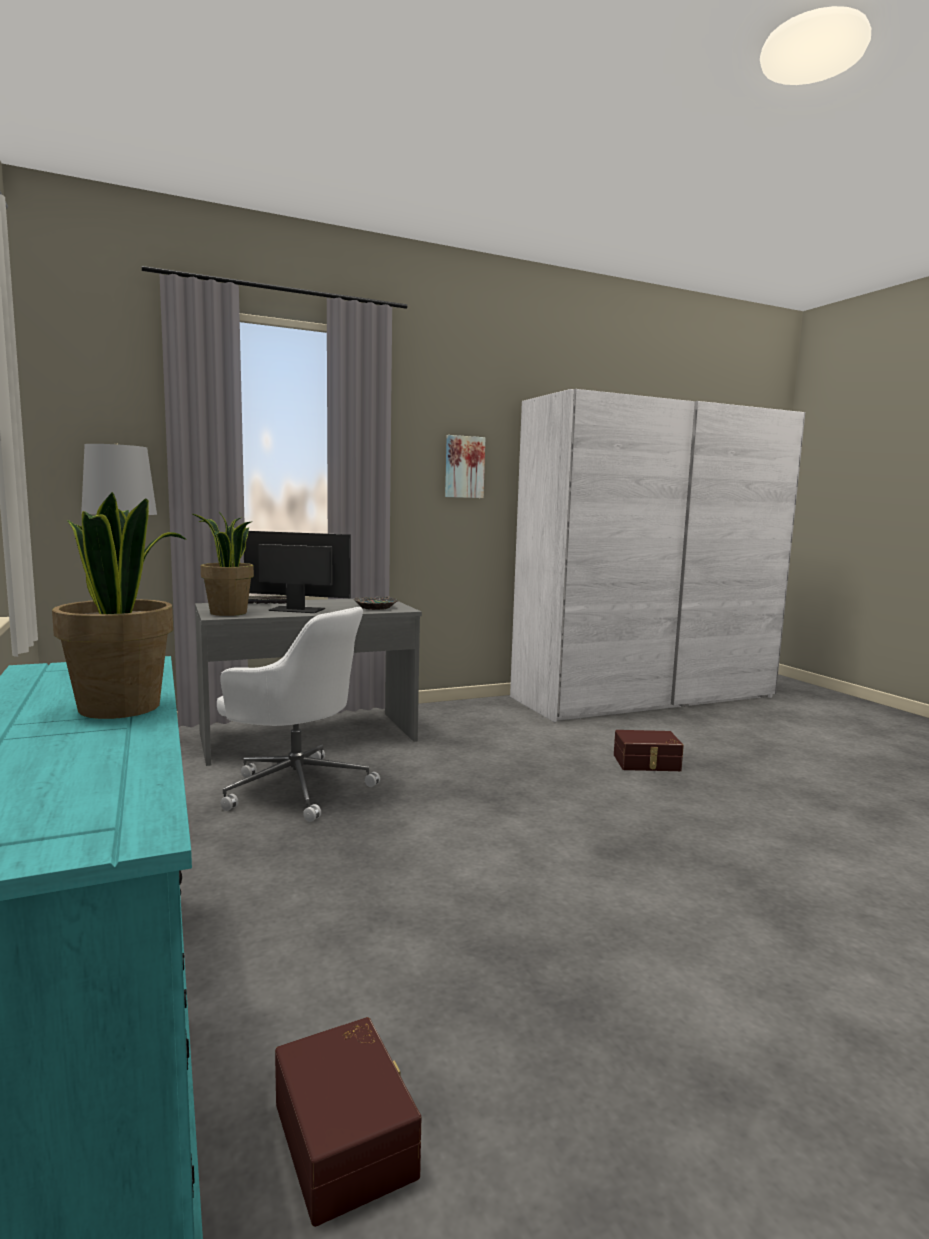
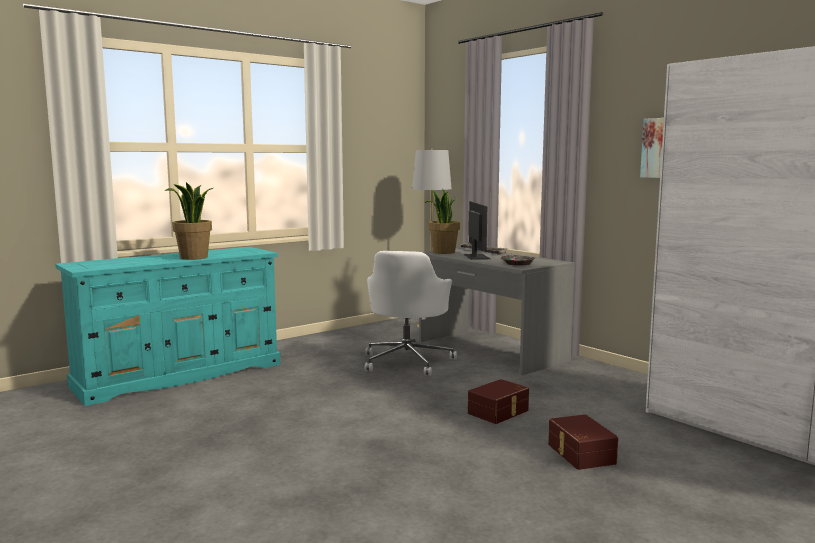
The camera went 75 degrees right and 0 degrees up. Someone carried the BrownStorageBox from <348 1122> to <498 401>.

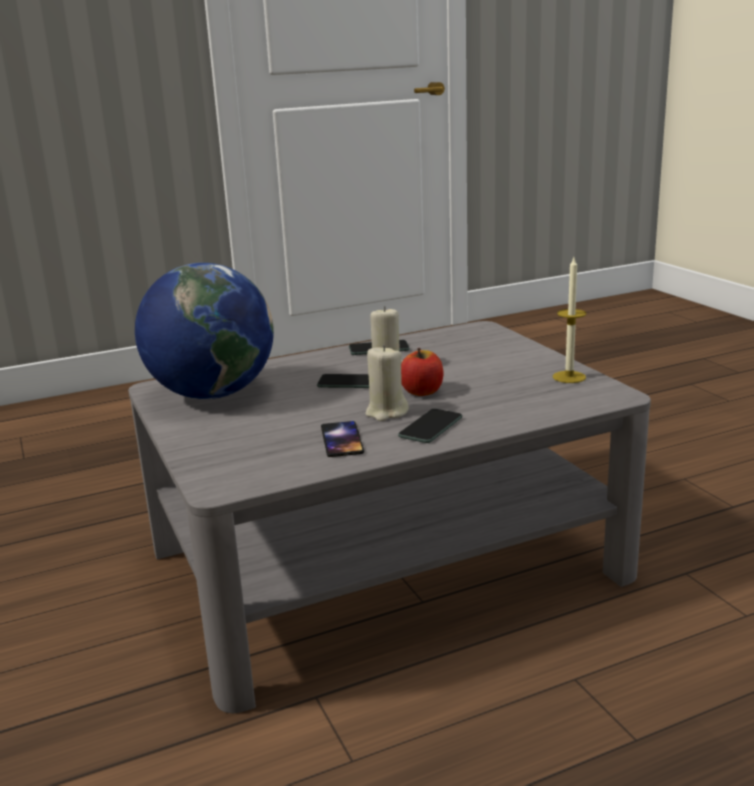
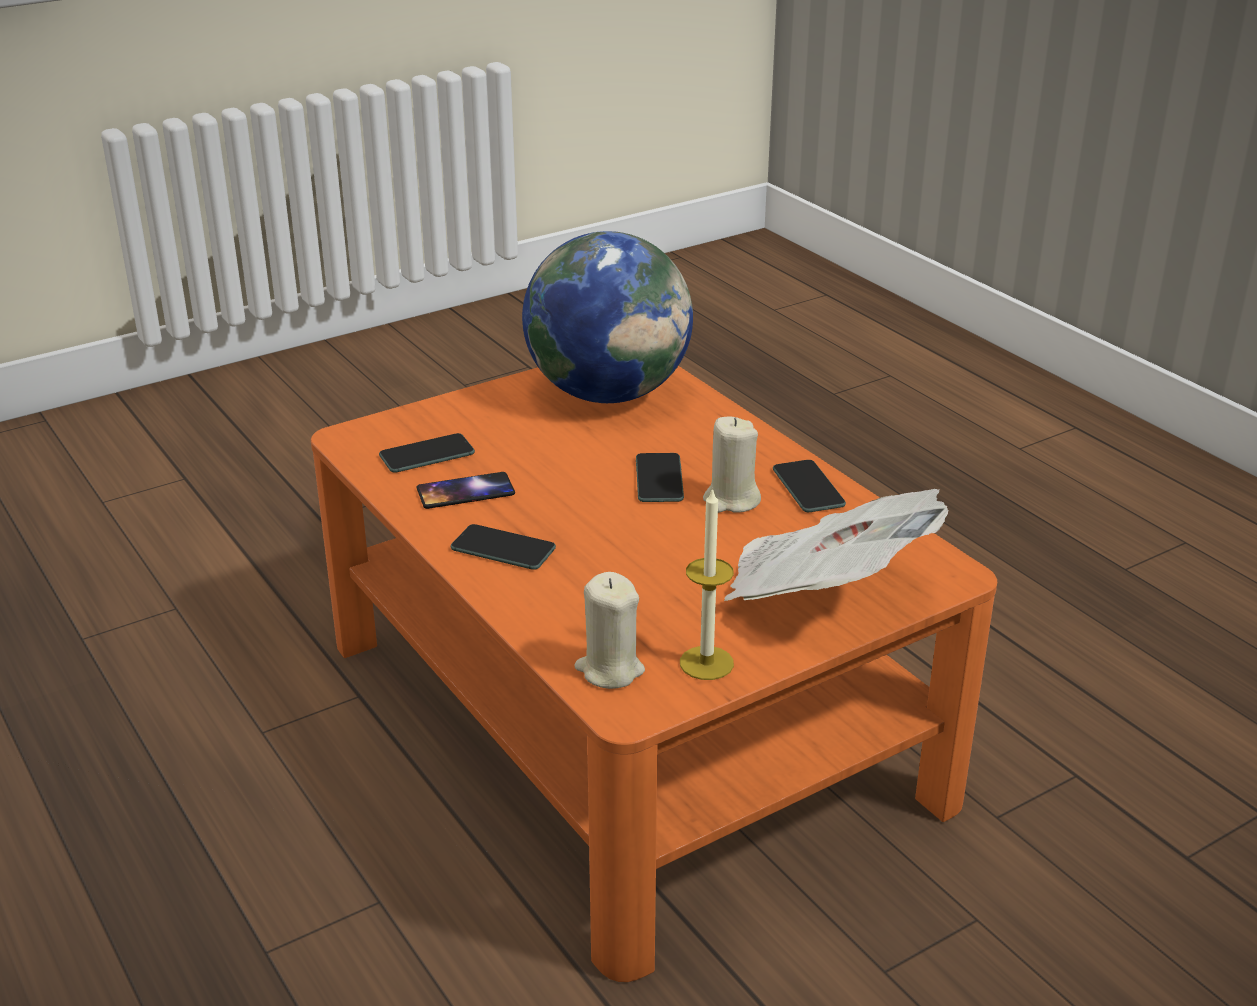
The camera went 80 degrees right and 10 degrees up. Someone repainted the GreyCoffeeTable at <389 517>, which became the OrangeCoffeeTable at <654 674>. Someone carried the BeigeCandle from <387 383> to <610 630>. Someone took away the Apple at <422 372>. Someone put down the Phone at <427 453>. Someone put down the Newspaper at <836 545>.

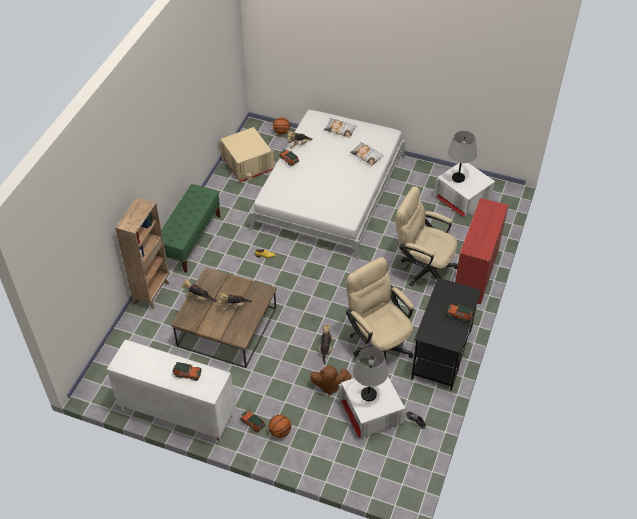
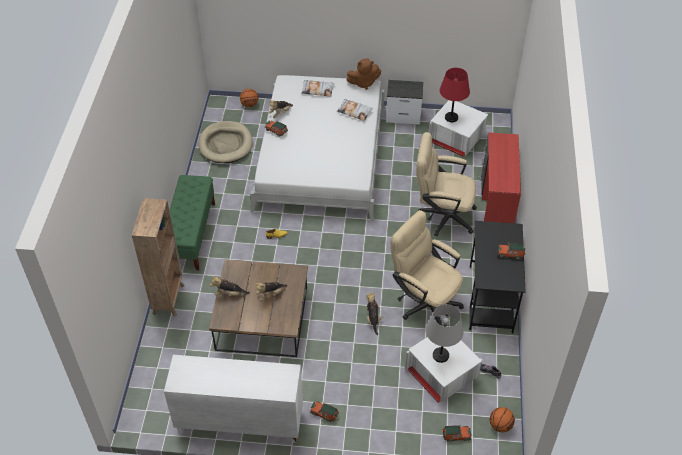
The camera went 15 degrees left and 0 degrees up. Someone carried the ToyCar from <187 371> to <457 434>. Someone swapped the BeigeStorageBox at <247 154> for the BeigeDogBed at <226 142>. Someone carried the Basketball from <280 426> to <502 419>. Someone carried the BrownPlushToy from <331 380> to <363 74>. Someone repainted the GreyTableLamp at <462 157>, which became the RedTableLamp at <455 95>. Someone put down the Nightstand at <404 102>.

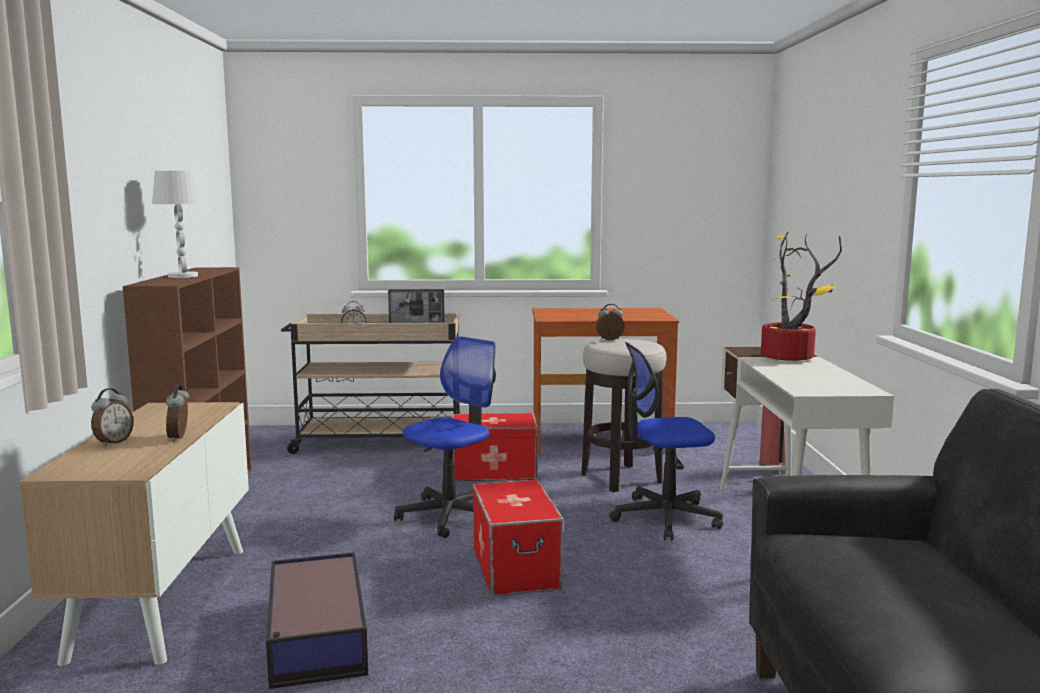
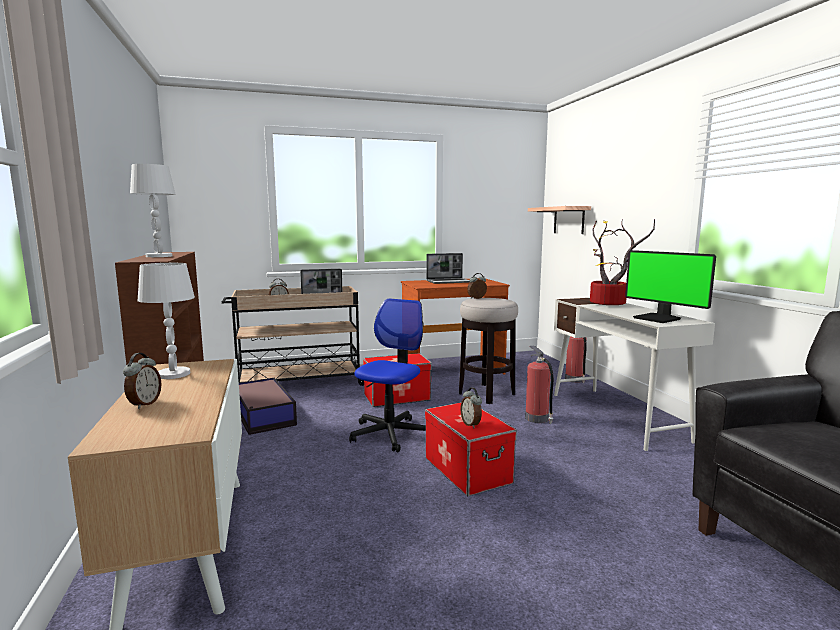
The camera went 15 degrees left and 0 degrees up. Someone carried the AlarmClock from <177 413> to <471 408>. Someone carried the StorageBox from <317 620> to <268 406>. Someone swapped the OfficeChair at <666 441> for the FireExtinguisher at <539 385>. Someone put down the WhiteTableLamp at <166 321>. Someone put down the Laptop at <448 268>. Someone put up the Shelf at <559 220>. Someone put down the Monitor at <670 286>.

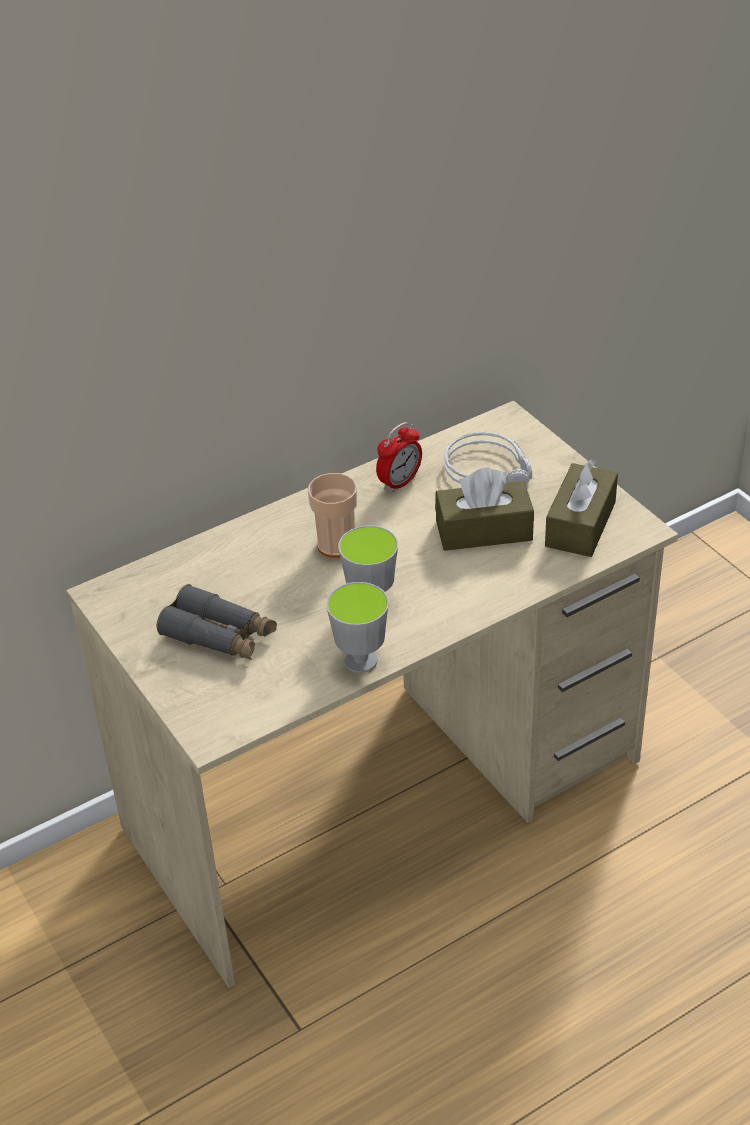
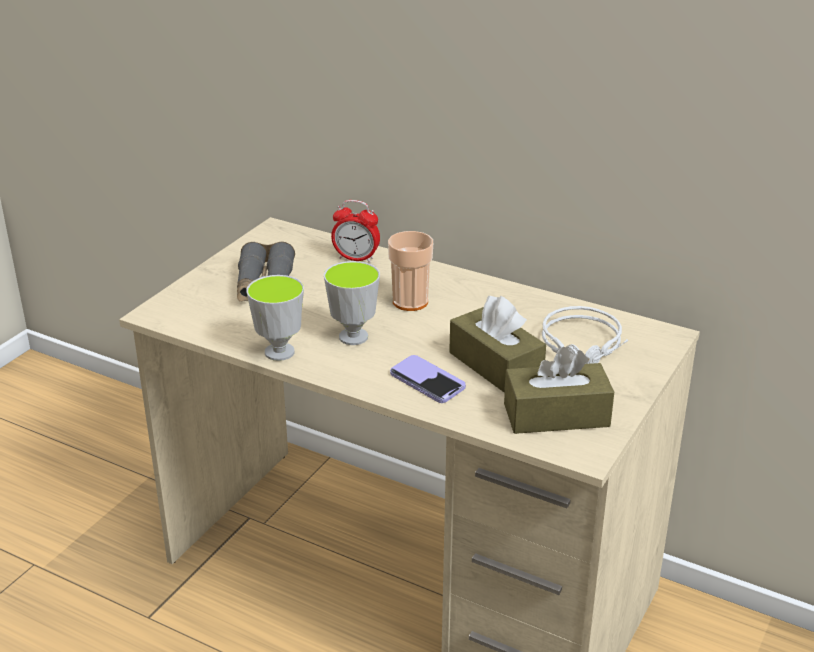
The camera went 60 degrees right and 10 degrees down. Someone carried the AlarmClock from <399 458> to <355 231>. Someone put down the Phone at <428 379>.

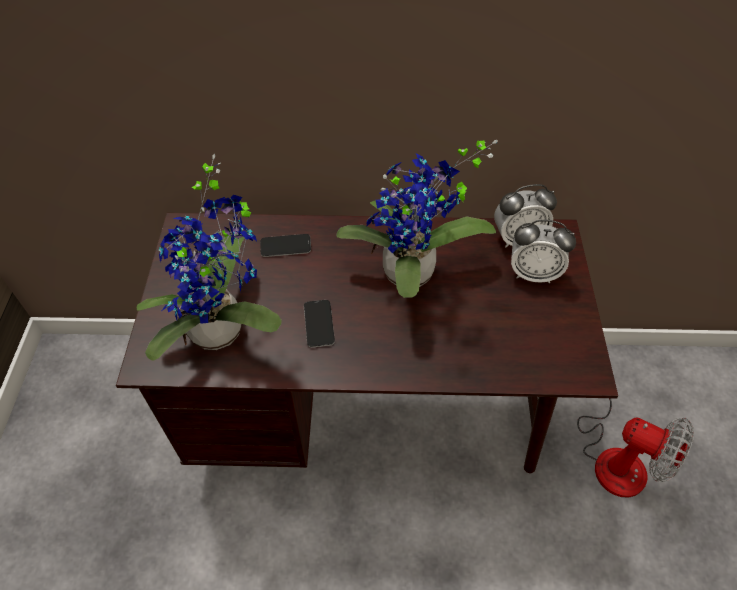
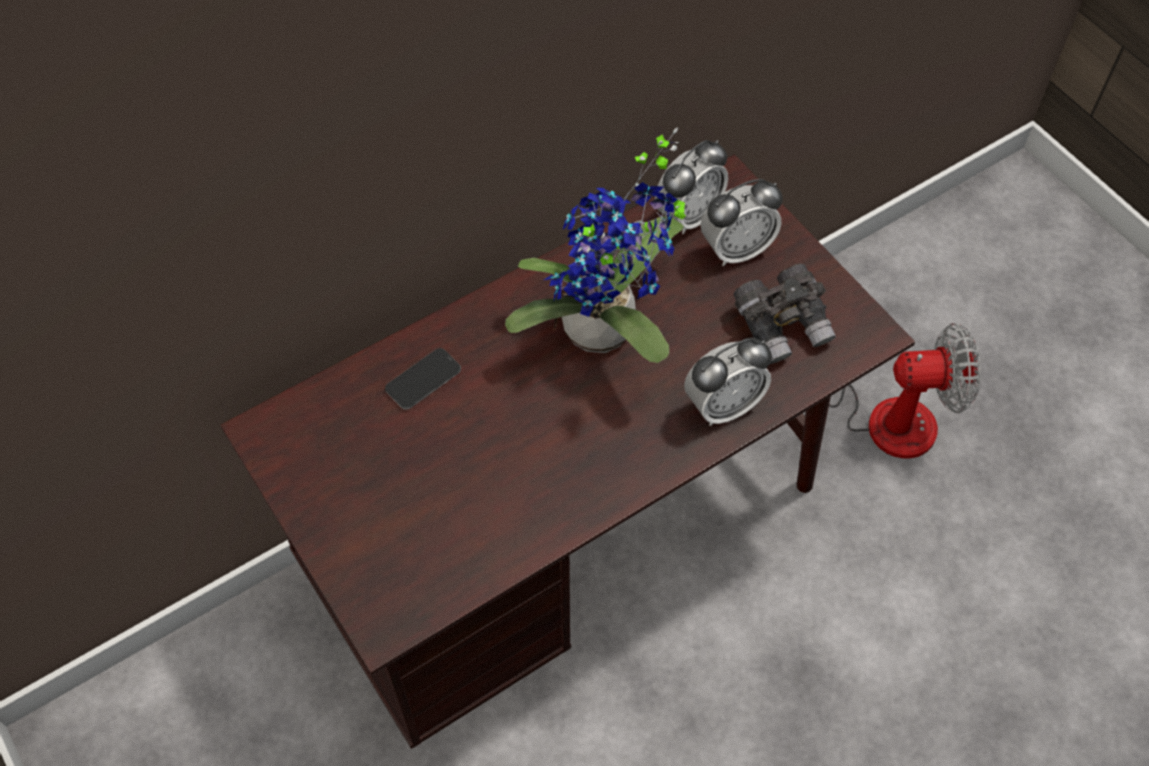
The camera went 35 degrees left and 5 degrees up. Someone took away the PottedPlant at <209 257>. Someone took away the Phone at <319 323>. Someone put down the AlarmClock at <728 382>. Someone put down the GreyBinoculars at <784 314>.

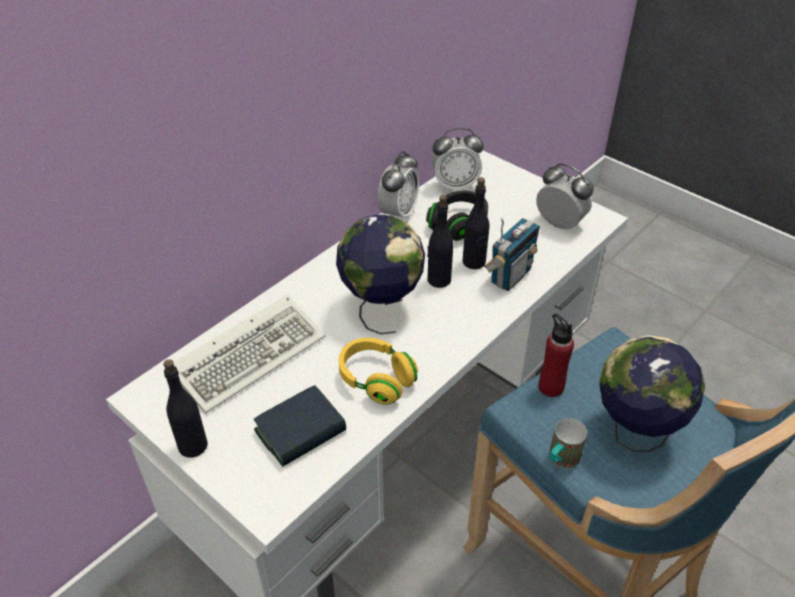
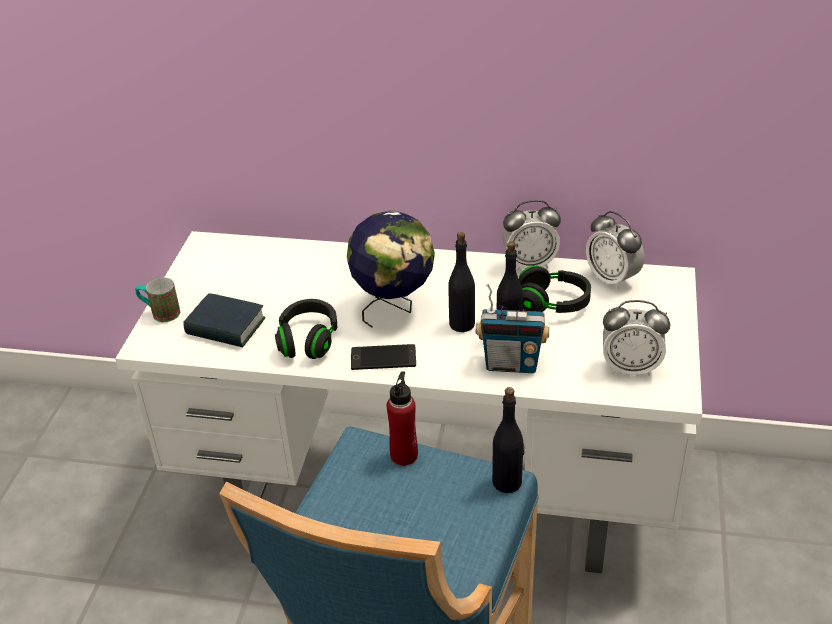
The camera went 60 degrees right and 5 degrees down. Someone carried the BlackBottle from <185 408> to <508 440>. Someone took away the Keyboard at <249 354>. Someone repainted the YellowHeadphones at <378 371>, which became the BlackHeadphones at <306 329>. Someone rotated the AlarmClock at <565 196> by 90 degrees clockwise. Someone carried the Mug from <568 443> to <157 299>. Someone took away the Globe at <652 393>. Someone put down the Phone at <383 357>.

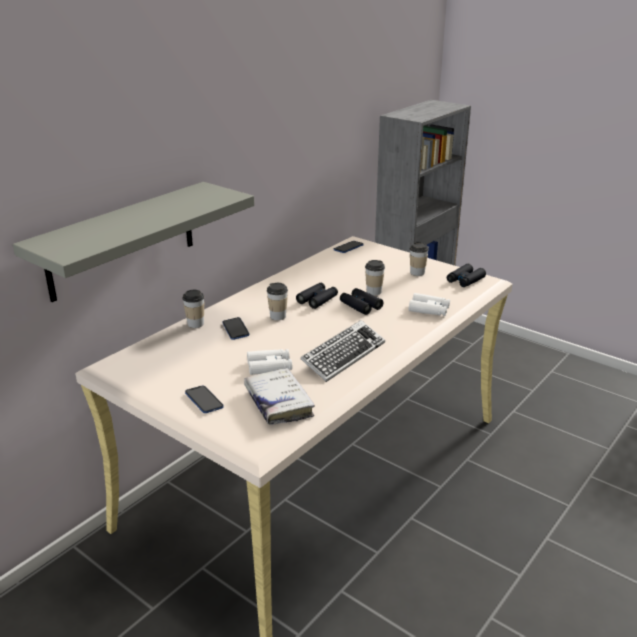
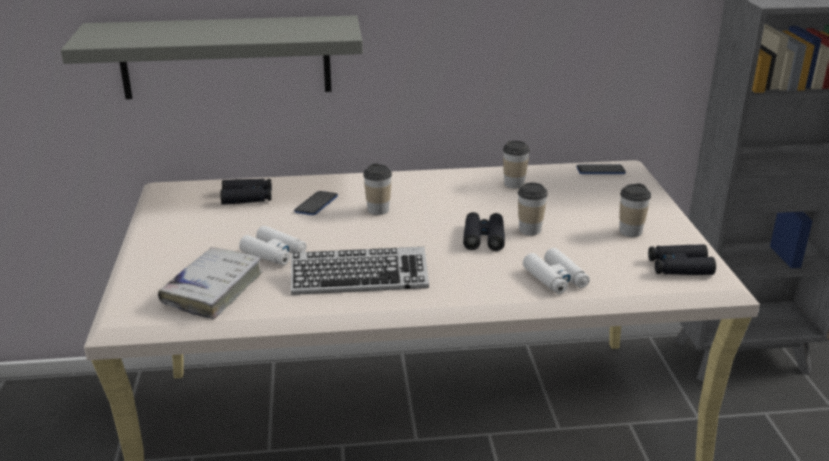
The camera went 45 degrees right and 0 degrees up. Someone carried the Cup from <193 309> to <516 164>. Someone took away the Phone at <204 399>. Someone carried the BlackBinoculars from <317 296> to <246 192>.

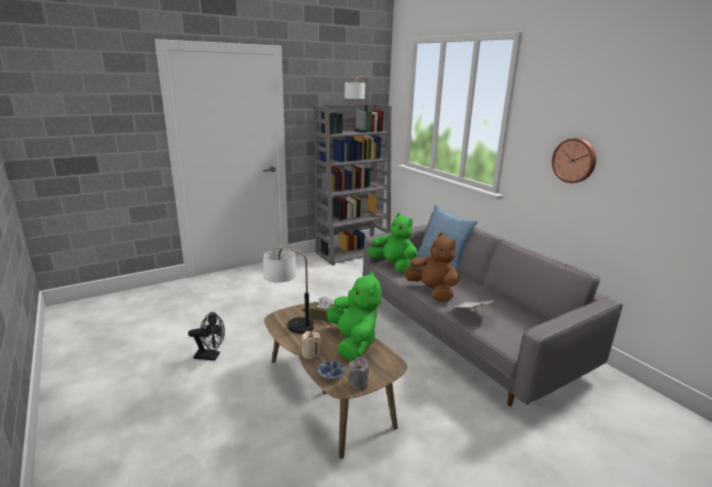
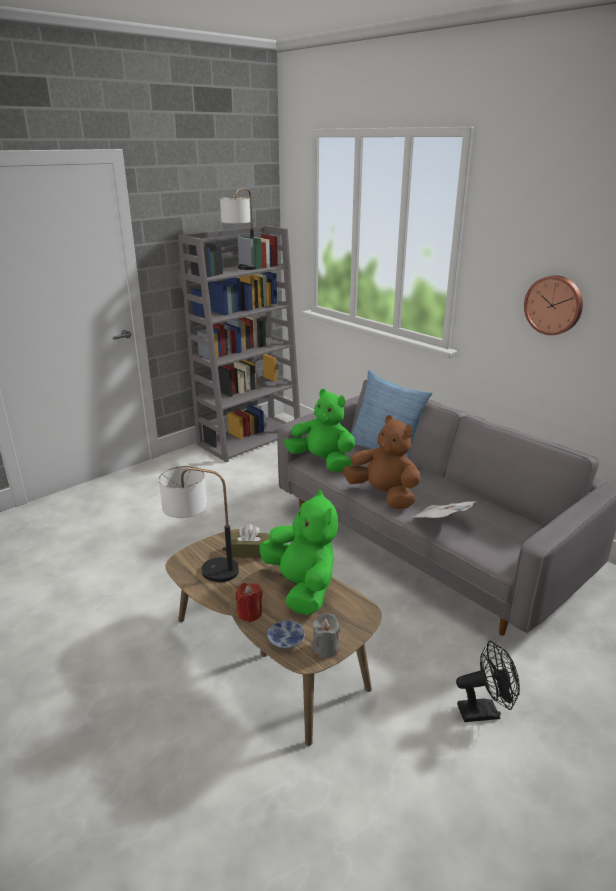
The camera went 10 degrees left and 5 degrees up. Someone carried the BlackFan from <206 336> to <488 681>. Someone repainted the BeigeCandle at <311 345>, which became the RedCandle at <249 602>.

